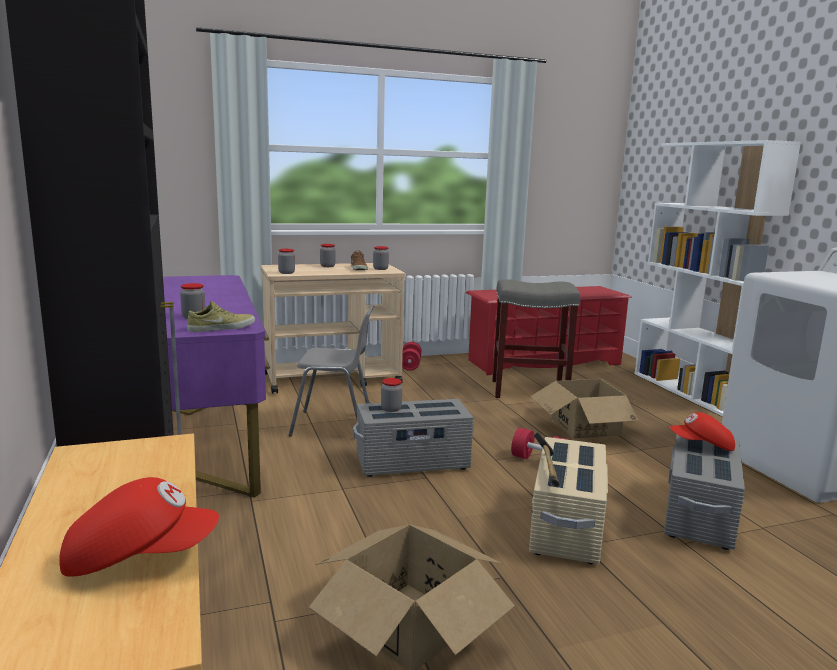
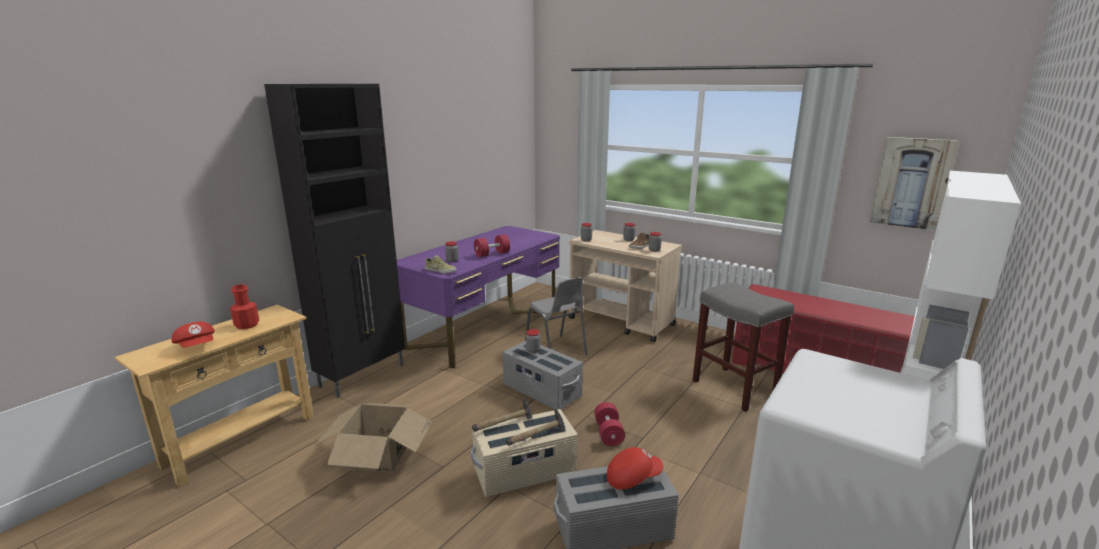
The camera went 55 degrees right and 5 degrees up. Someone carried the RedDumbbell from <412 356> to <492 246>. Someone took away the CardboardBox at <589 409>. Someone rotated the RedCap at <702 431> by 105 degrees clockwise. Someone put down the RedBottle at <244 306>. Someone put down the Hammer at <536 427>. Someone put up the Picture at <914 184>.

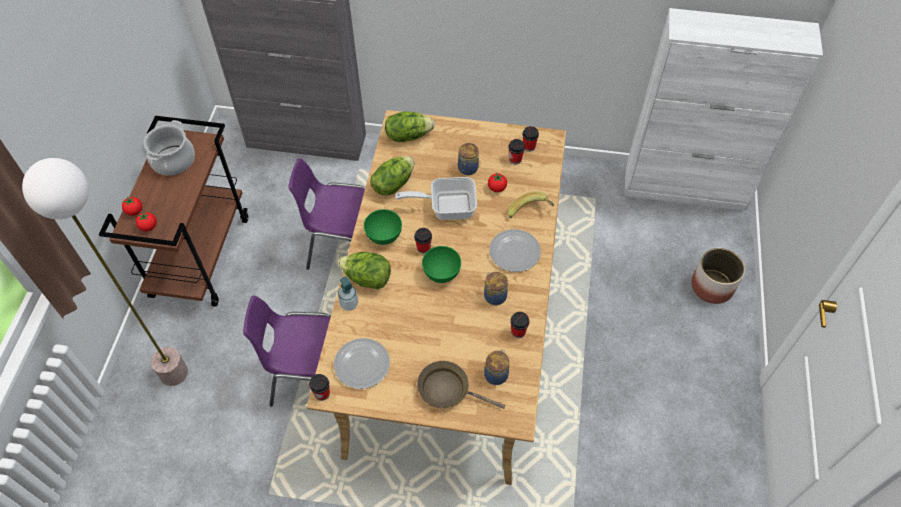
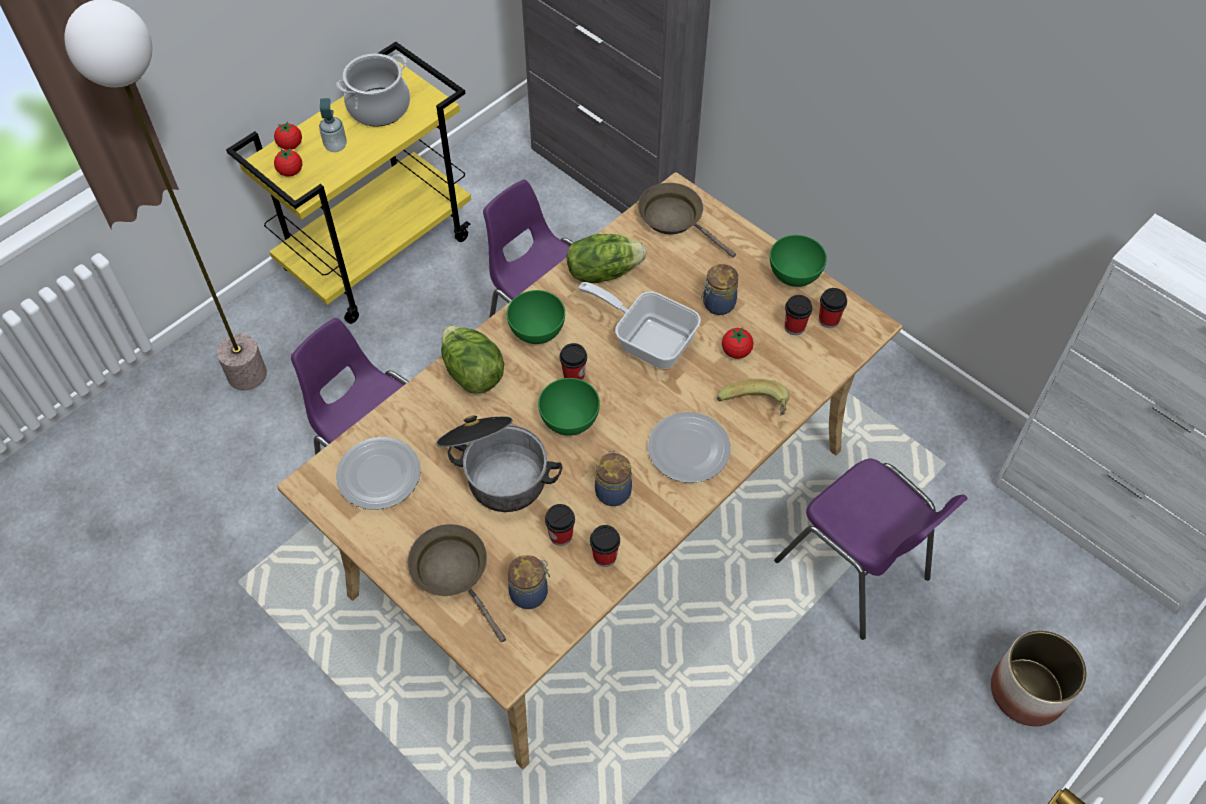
The camera went 35 degrees right and 0 degrees up. Someone repainted the BrownCart at <173 211>, which became the YellowCart at <348 183>. Someone carried the Cup from <319 387> to <560 525>. Someone carried the SoapDispenser from <348 293> to <333 125>. Someone swapped the Lettuce at <410 126> for the BrownFryingPan at <687 220>. Someone put down the CookingPot at <499 463>. Someone put down the GreenBowl at <798 261>. Someone put down the PurpleChair at <871 549>.

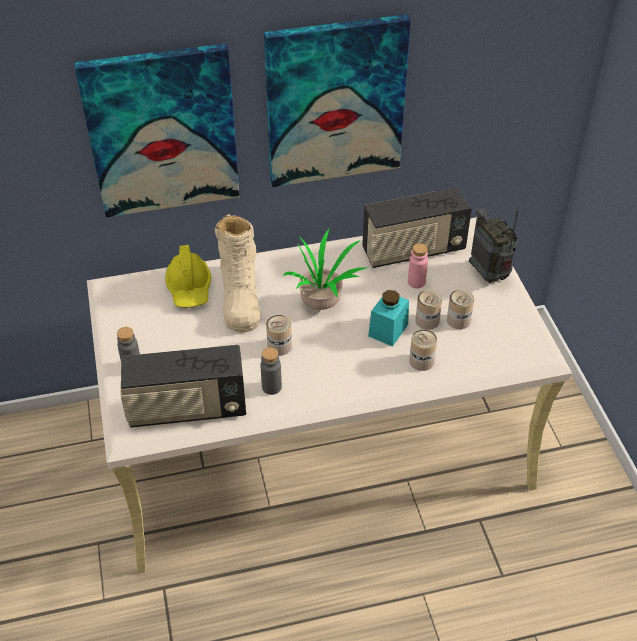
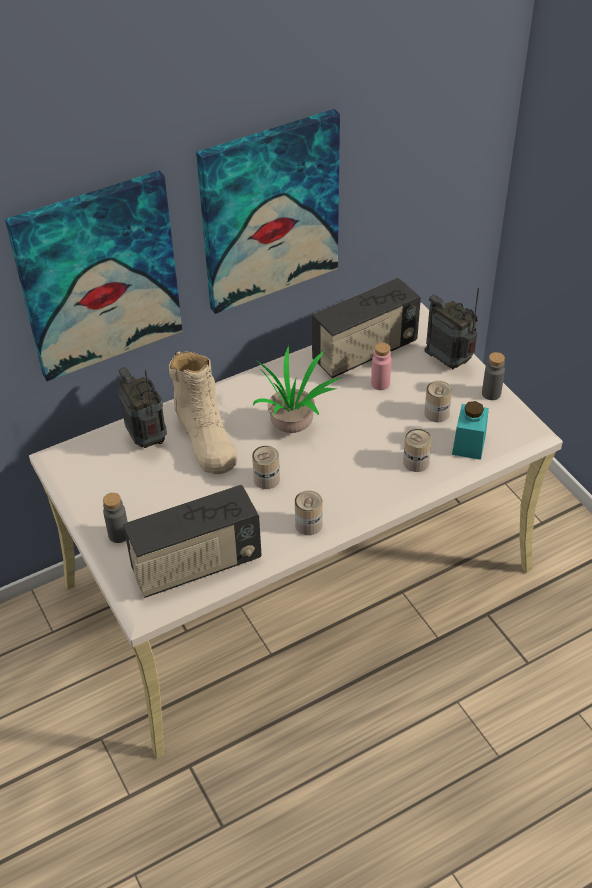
The camera went 15 degrees left and 0 degrees up. Someone swapped the YellowHardHat at <188 276> for the Radio at <142 407>. Someone carried the GreyBottle from <271 371> to <493 376>. Someone carried the TurquoiseJar from <388 318> to <470 430>. Someone carried the Can from <428 310> to <308 512>.

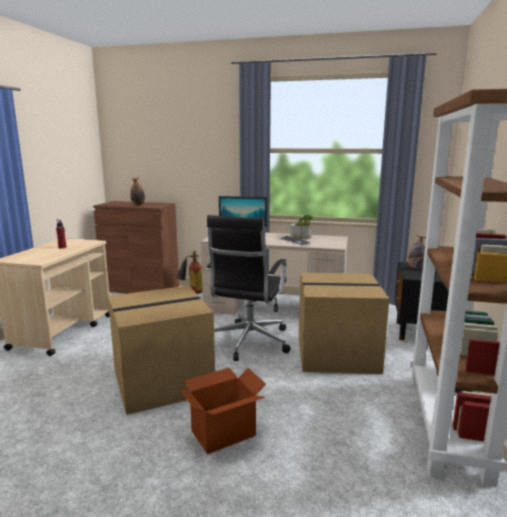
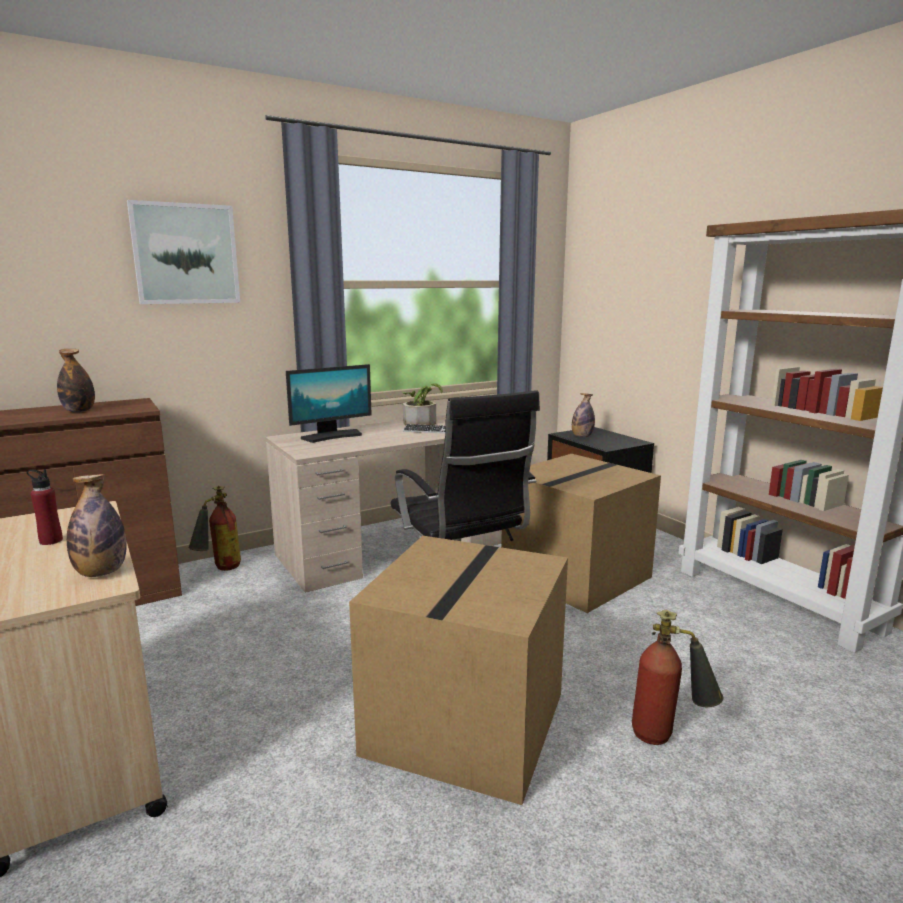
The camera went 45 degrees left and 0 degrees up. Someone swapped the CardboardBox at <222 411> for the FireExtinguisher at <678 677>. Someone put down the Bottle at <97 525>. Someone put up the Picture at <183 252>.

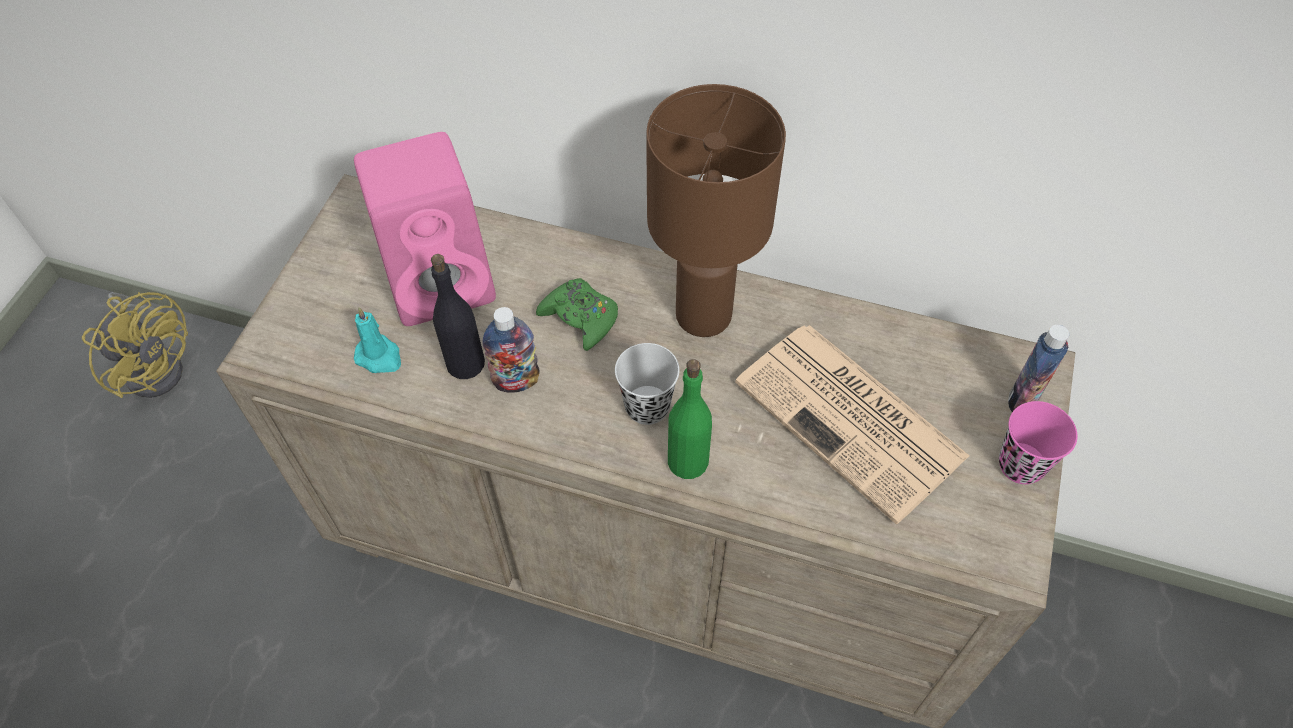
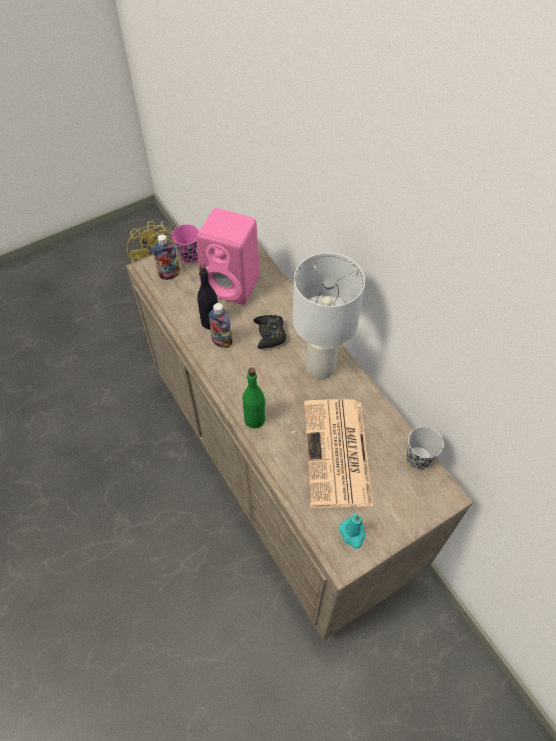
The camera went 40 degrees right and 0 degrees up. Someone carried the TurquoiseCandle from <377 340> to <352 531>. Someone repainted the GreenGameController at <577 314>, which became the BlackGameController at <269 332>. Someone carried the BlackCup from <647 384> to <425 448>. Someone repainted the BrownTableLamp at <716 210>, which became the WhiteTableLamp at <329 316>. Someone carried the PinkCup from <1038 442> to <185 243>. Someone carried the Bottle from <1038 368> to <166 257>.

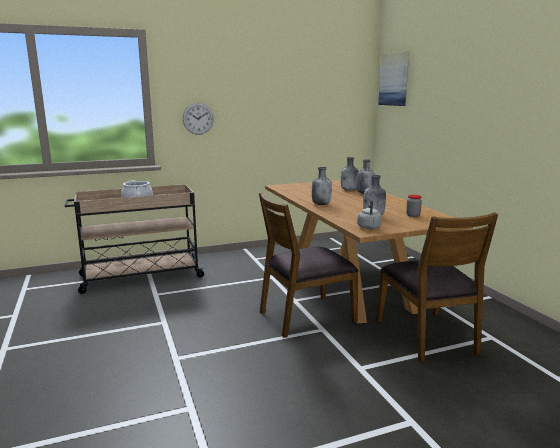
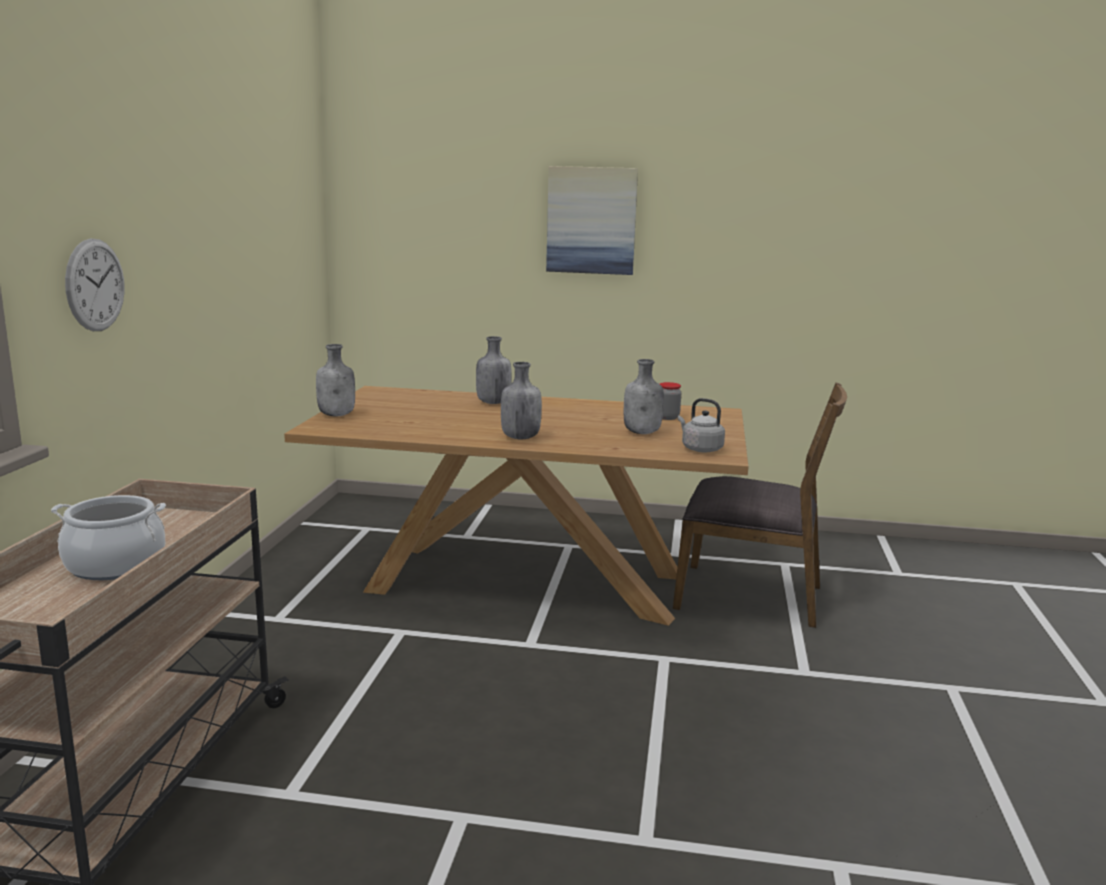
The camera went 60 degrees left and 0 degrees up. Someone took away the BrownChair at <308 265>. Someone carried the GreyBottle from <349 174> to <335 380>. Someone carried the Picture from <393 78> to <592 220>.

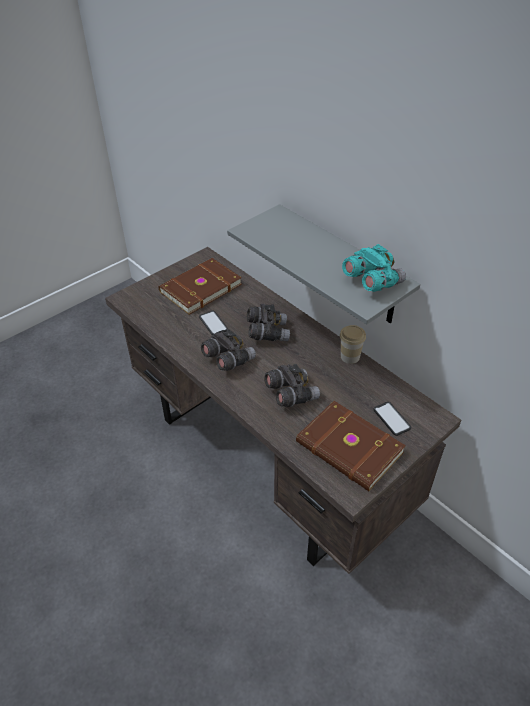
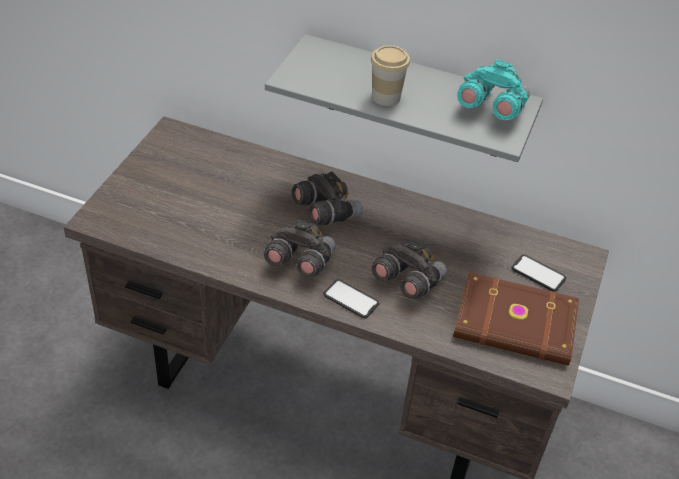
The camera went 30 degrees left and 0 degrees up. Someone took away the BrownBook at <200 286>. Someone carried the Phone from <213 323> to <351 298>. Someone carried the Cup from <353 344> to <390 75>.

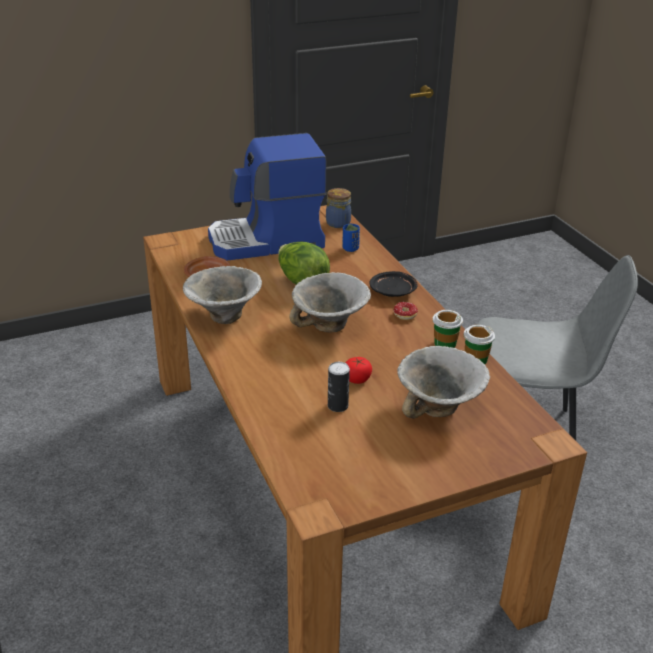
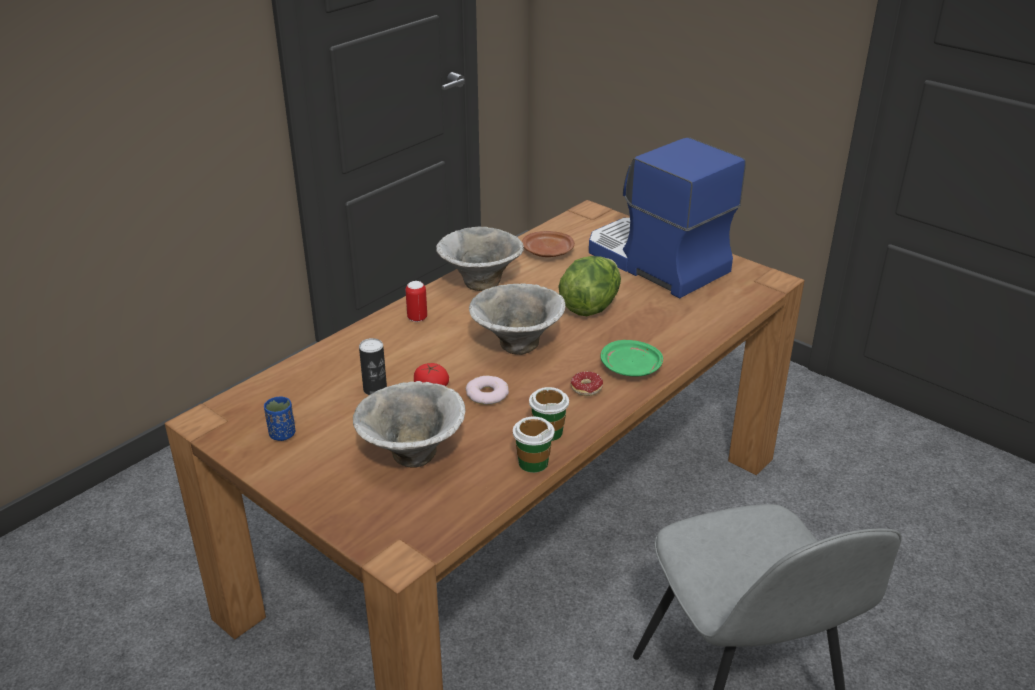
The camera went 65 degrees right and 0 degrees up. Someone took away the Jar at <338 208>. Someone carried the BlueCup from <351 238> to <280 419>. Someone repainted the BlackPlate at <394 284>, which became the GreenPlate at <632 358>. Someone put down the Can at <416 301>. Someone put down the Donut at <487 390>.

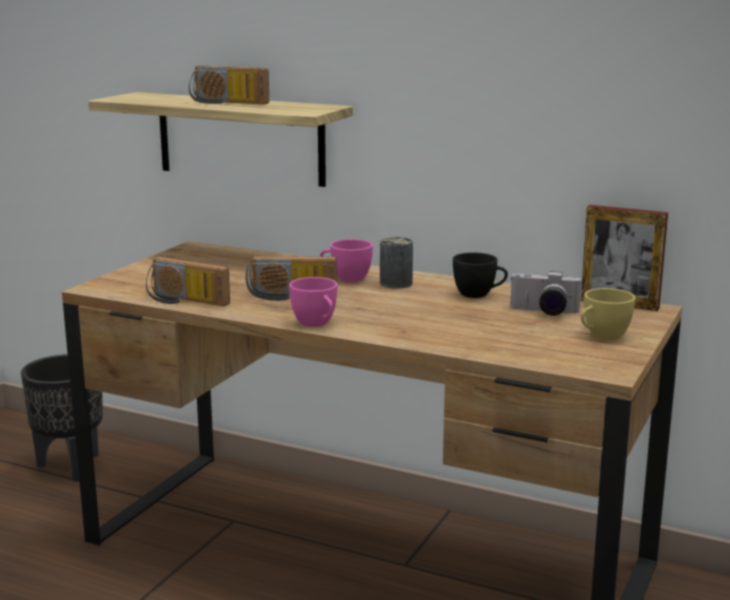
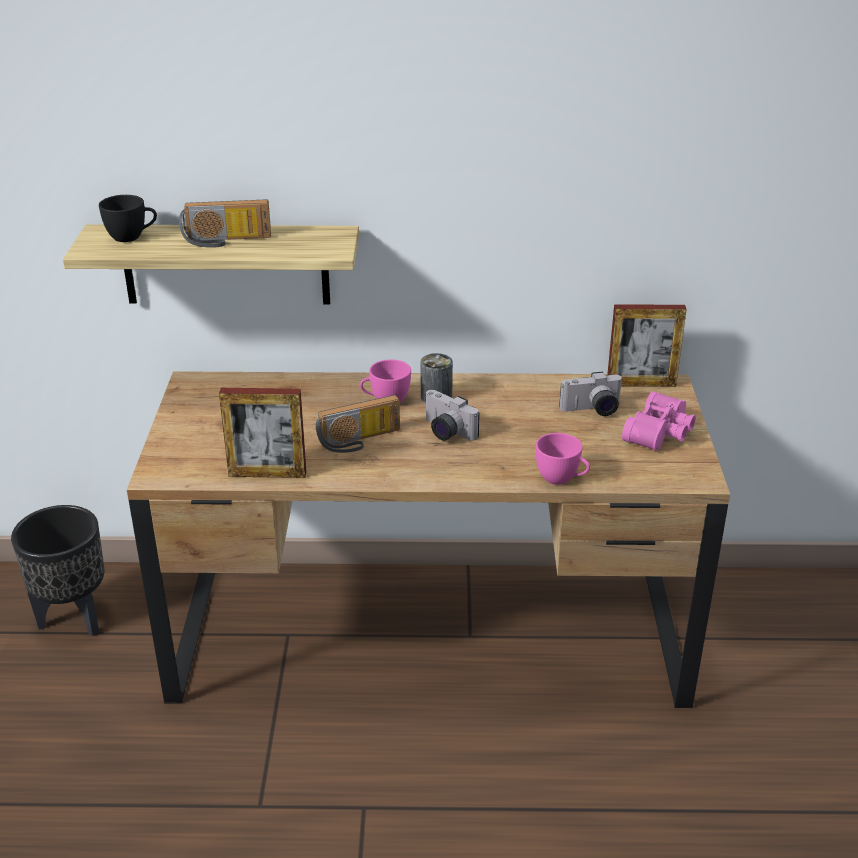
The camera went 25 degrees left and 15 degrees up. Someone swapped the Radio at <188 281> for the PictureFrame at <262 433>. Someone carried the PinkCup from <313 302> to <563 459>. Someone carried the BlackCup from <480 275> to <128 218>. Someone swapped the YellowCup at <608 314> for the PinkBinoculars at <659 421>. Someone put down the PhotoCamera at <453 415>.

